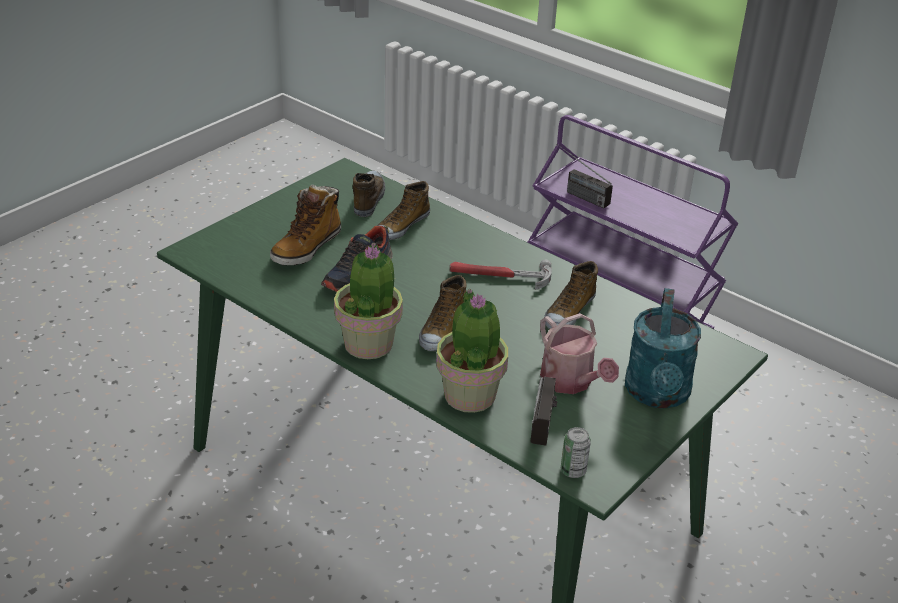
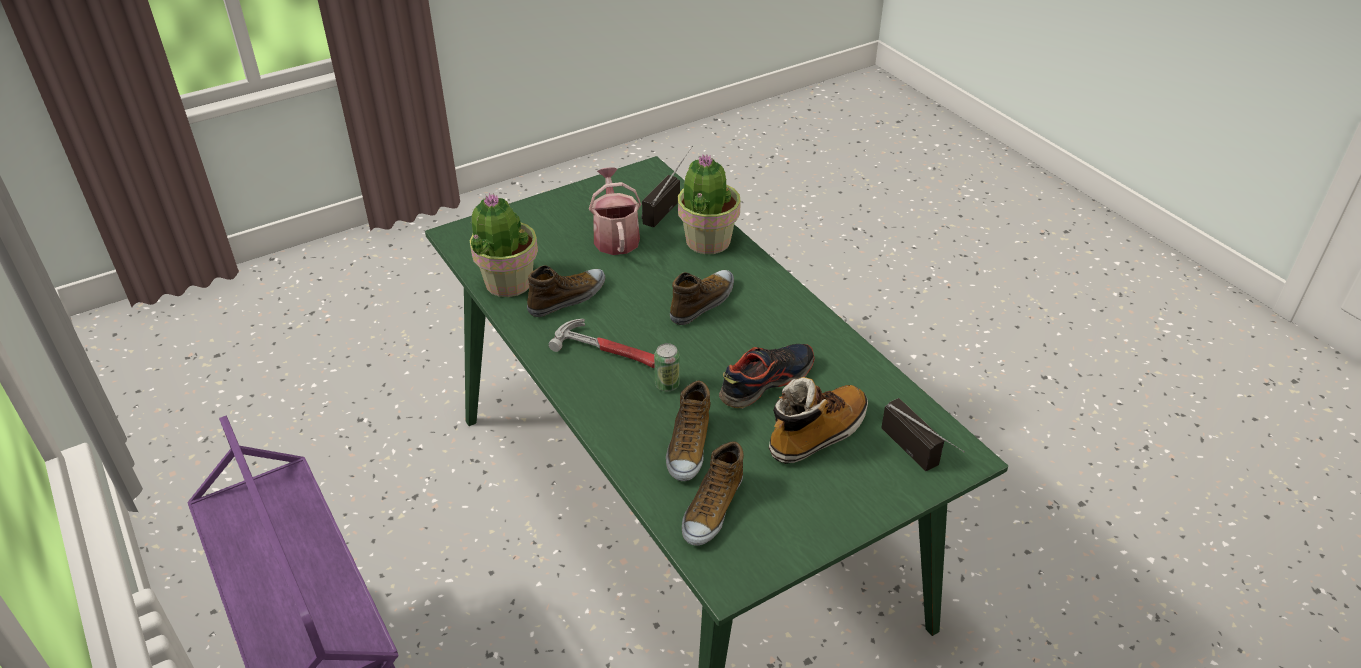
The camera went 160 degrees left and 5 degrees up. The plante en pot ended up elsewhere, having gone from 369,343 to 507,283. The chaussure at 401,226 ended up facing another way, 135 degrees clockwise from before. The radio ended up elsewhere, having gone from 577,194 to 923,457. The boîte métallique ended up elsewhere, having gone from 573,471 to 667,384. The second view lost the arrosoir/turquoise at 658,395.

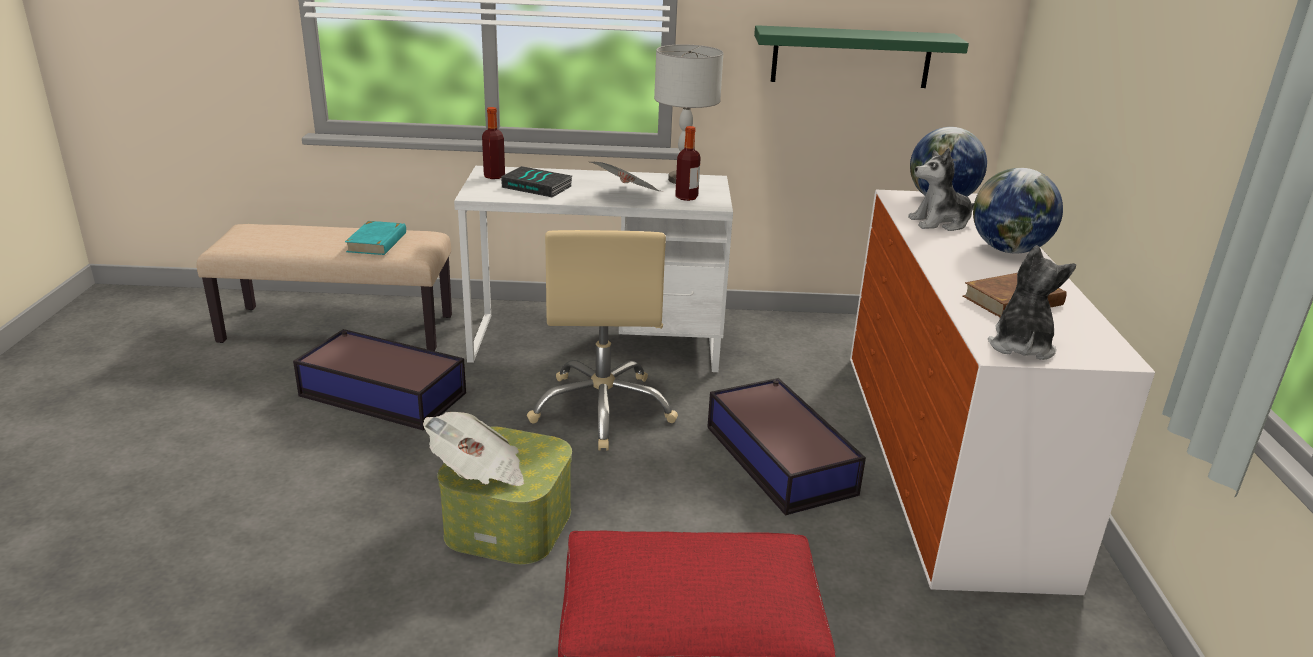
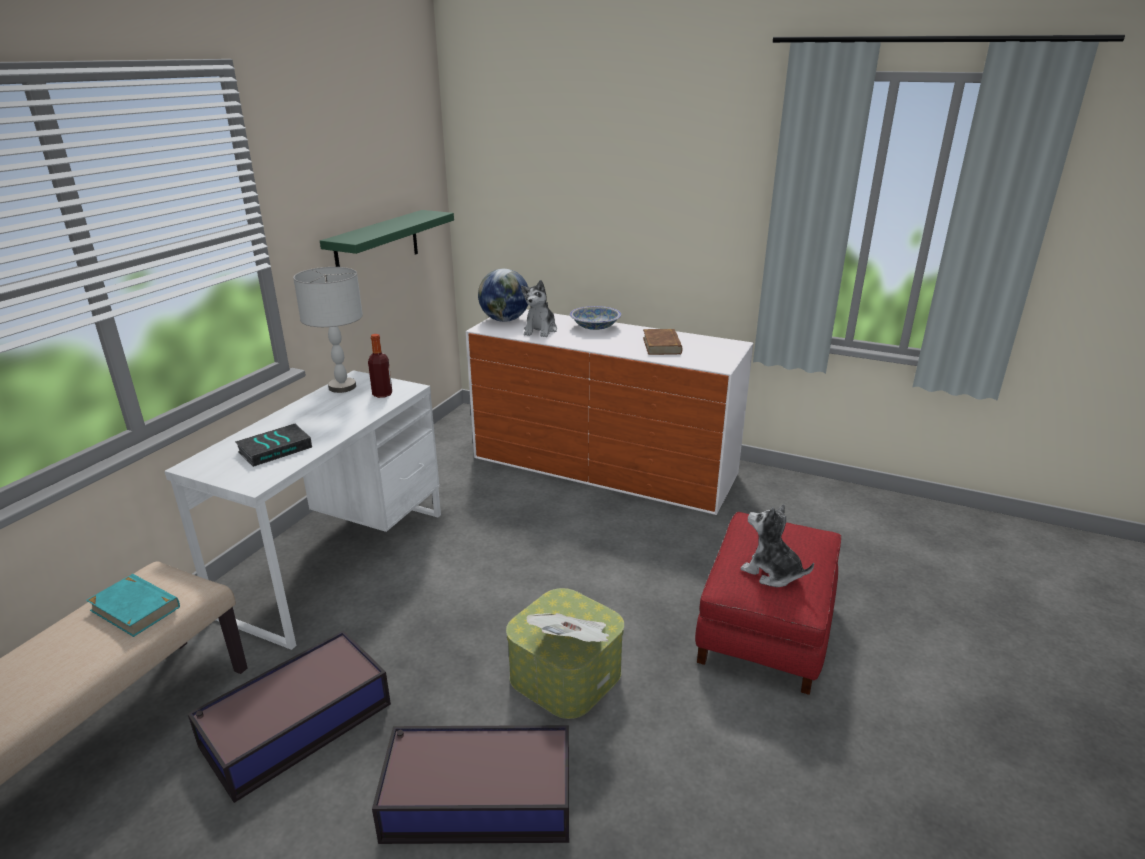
The camera went 65 degrees left and 0 degrees up. The second view lost the bouteille at 494,176. The second view lost the chaise de bureau/beige at 603,409. The second view lost the journal at 627,196. The boîte de rangement ended up elsewhere, having gone from 779,458 to 476,798. Where the globe stood at 1008,250, the bol came to stand at 595,327. The peluche ended up elsewhere, having gone from 1020,346 to 772,572.

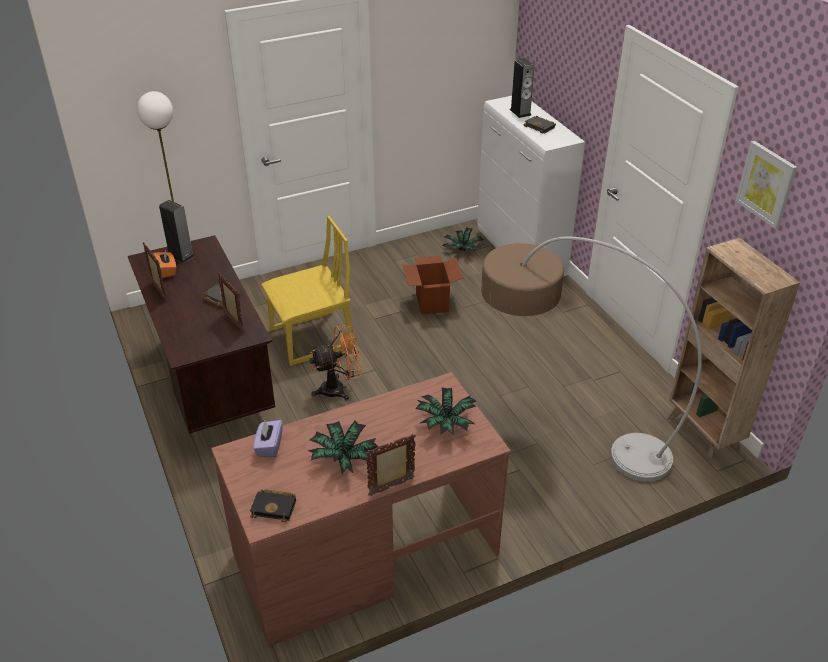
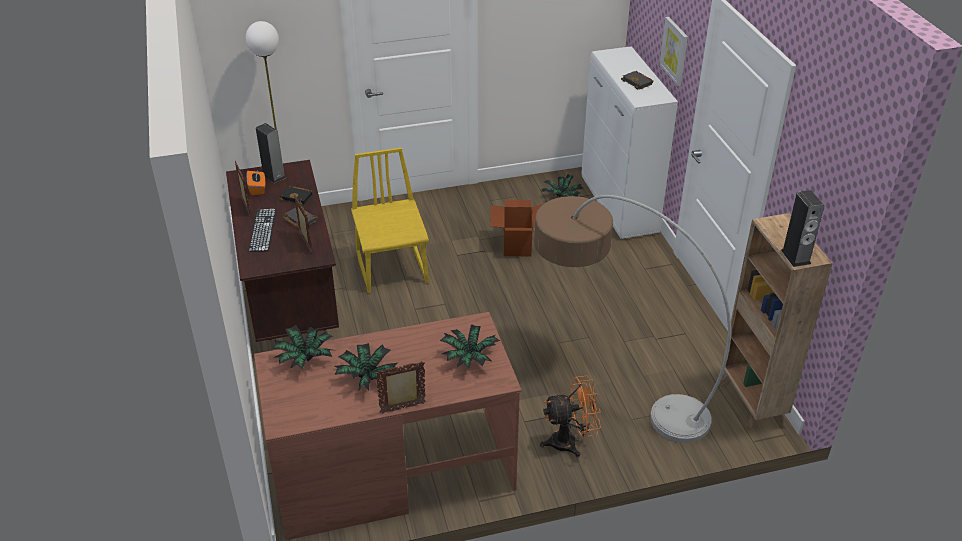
The camera went 10 degrees right and 0 degrees up. The livre/noir ended up elsewhere, having gone from 275,507 to 297,197. Where the boîte à mouchoirs/violet stood at 269,446, the plante en pot came to stand at 304,358. The chaise/jaune at 312,339 ended up facing another way, 90 degrees counterclockwise from before. The ventilateur/orange ended up elsewhere, having gone from 339,389 to 570,442. The enceinte ended up elsewhere, having gone from 520,112 to 795,257. The tableau ended up elsewhere, having gone from 766,184 to 675,51. The second view gained the clavier at 262,230.

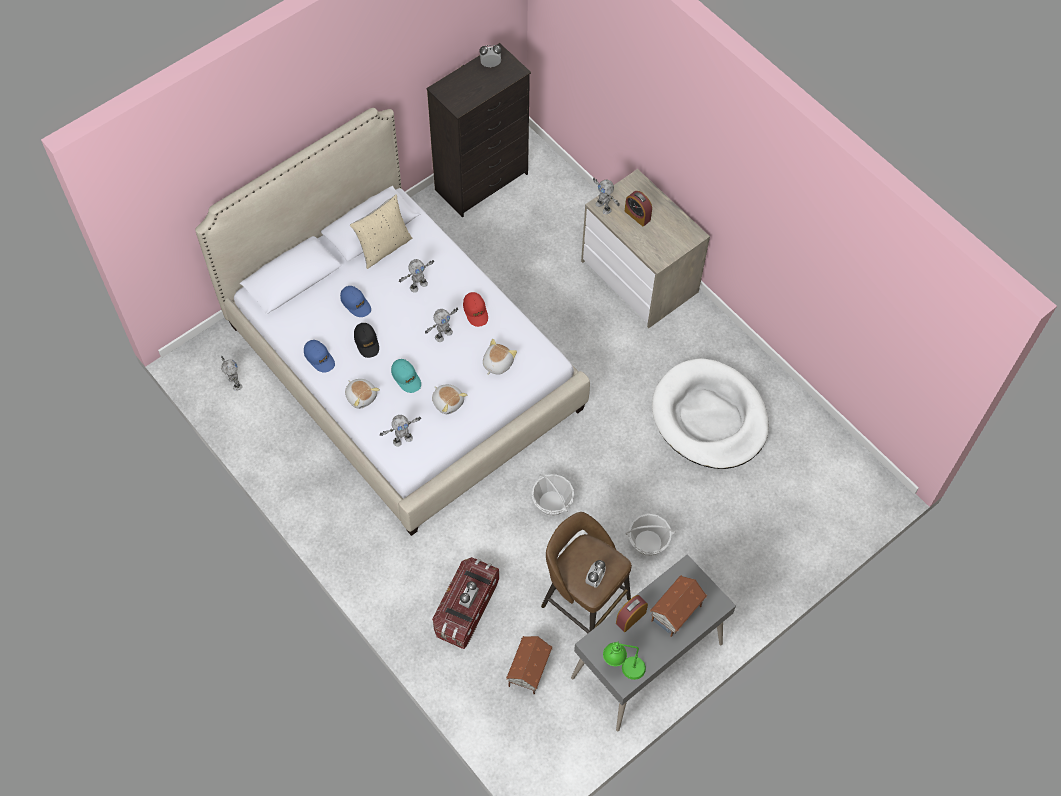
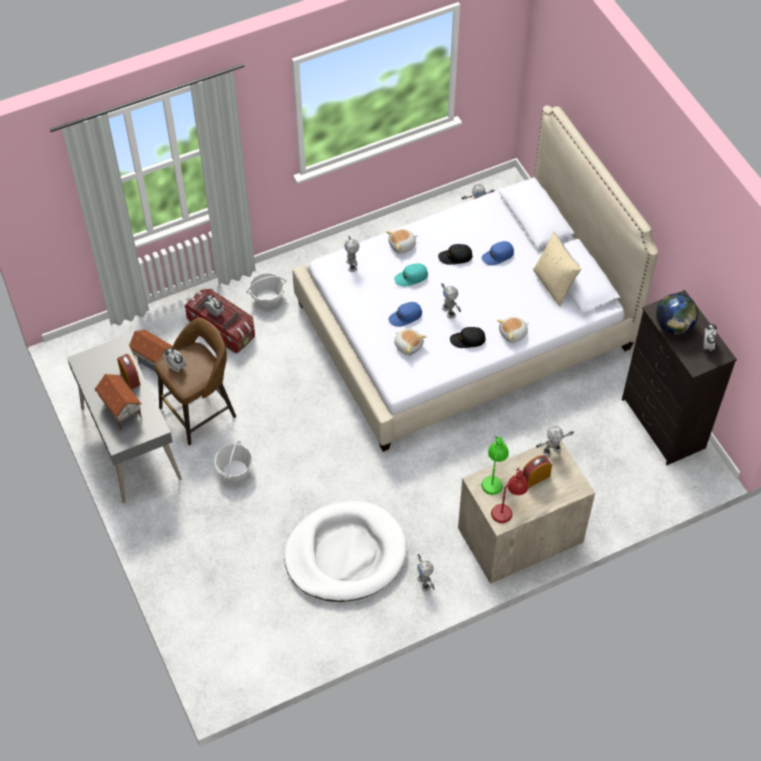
The camera went 105 degrees right and 5 degrees down. The casquette/bleu ended up elsewhere, having gone from 319,358 to 405,316. The robot jouet ended up elsewhere, having gone from 418,285 to 424,583. The peluche ended up elsewhere, having gone from 448,402 to 513,334. What was the casquette/rouge at 475,311 turned into the casquette/noir at 467,340. The panier ended up elsewhere, having gone from 552,503 to 267,299. The lampe de table/vert ended up elsewhere, having gone from 622,668 to 493,477. The second view gained the lampe de table/rouge at 508,508. The second view gained the globe at 673,326.

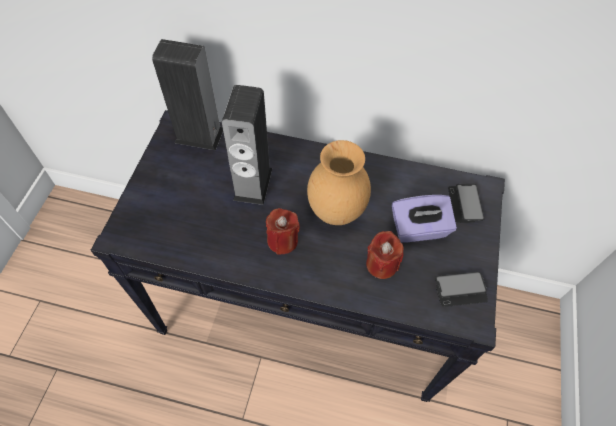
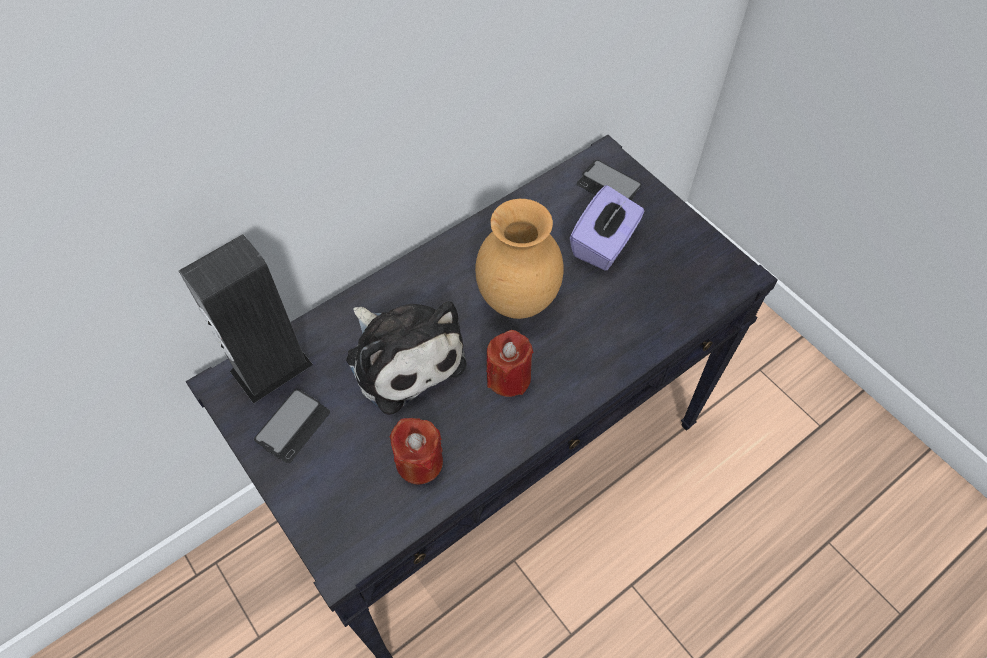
The camera went 50 degrees left and 0 degrees up. Where the enceinte stood at 253,184, the peluche came to stand at 403,356. The bougie/rouge ended up elsewhere, having gone from 381,264 to 419,462. The téléphone ended up elsewhere, having gone from 460,290 to 293,426.

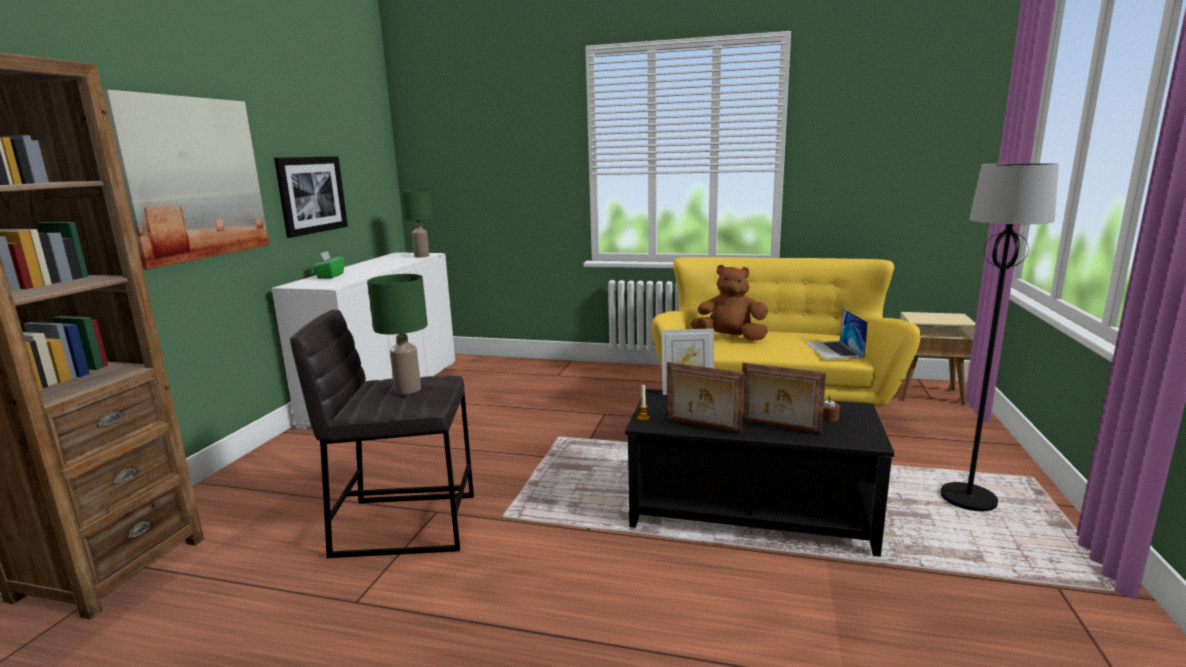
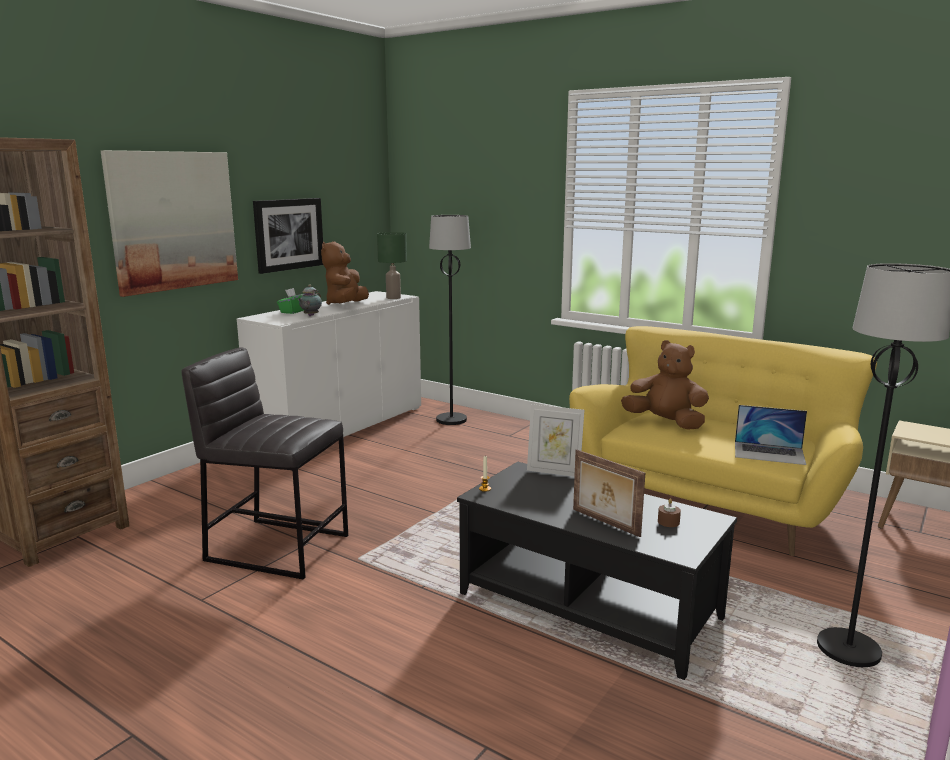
The camera went 20 degrees right and 0 degrees up. The second view lost the lampe de table/vert at 408,390. The second view lost the cadre photo at 703,427. The ordinateur portable at 833,350 ended up facing another way, 90 degrees counterclockwise from before. The second view gained the théière at 310,316. The second view gained the peluche/marron at 346,305. The second view gained the lampadaire/noir at 451,419.

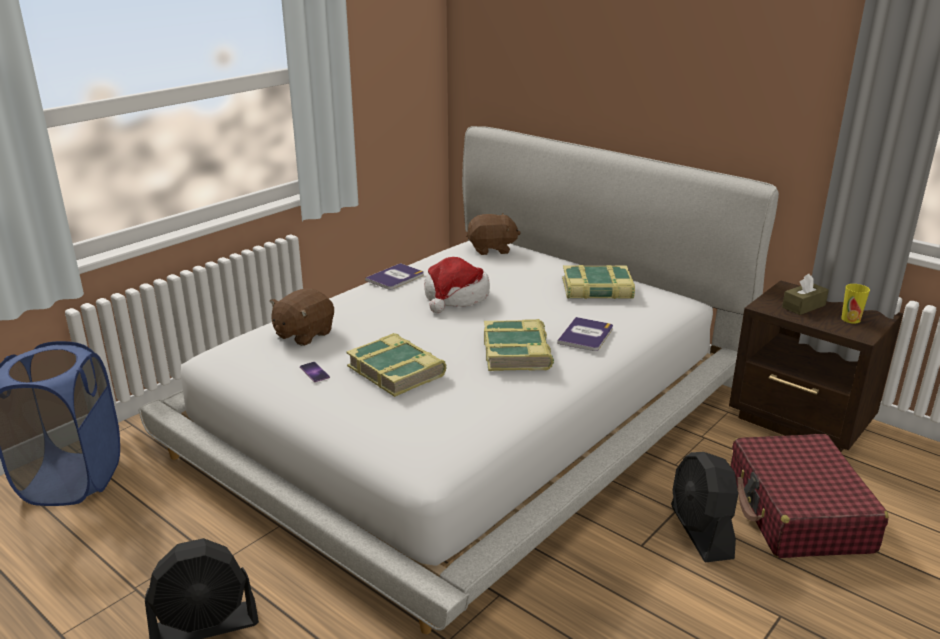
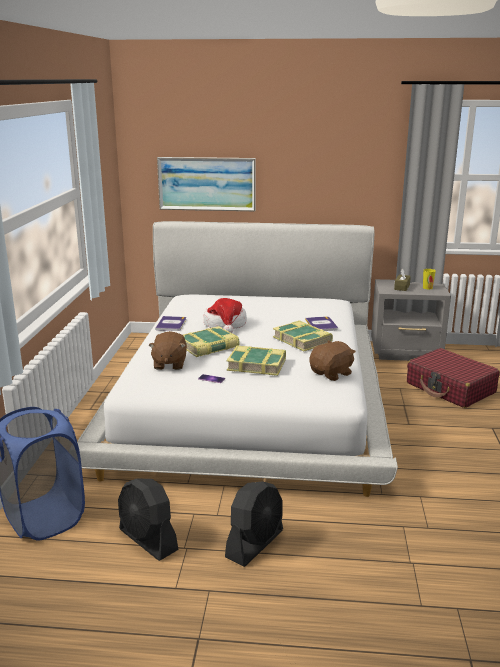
The camera went 35 degrees left and 5 degrees down. The peluche/marron ended up elsewhere, having gone from 492,249 to 332,374. The livre ended up elsewhere, having gone from 597,289 to 209,347. The ventilateur/noir ended up elsewhere, having gone from 701,532 to 148,540. What was the table de chevet/marron at 801,422 turned into the table de chevet/gris at 406,353. The second view gained the tableau at 207,184.

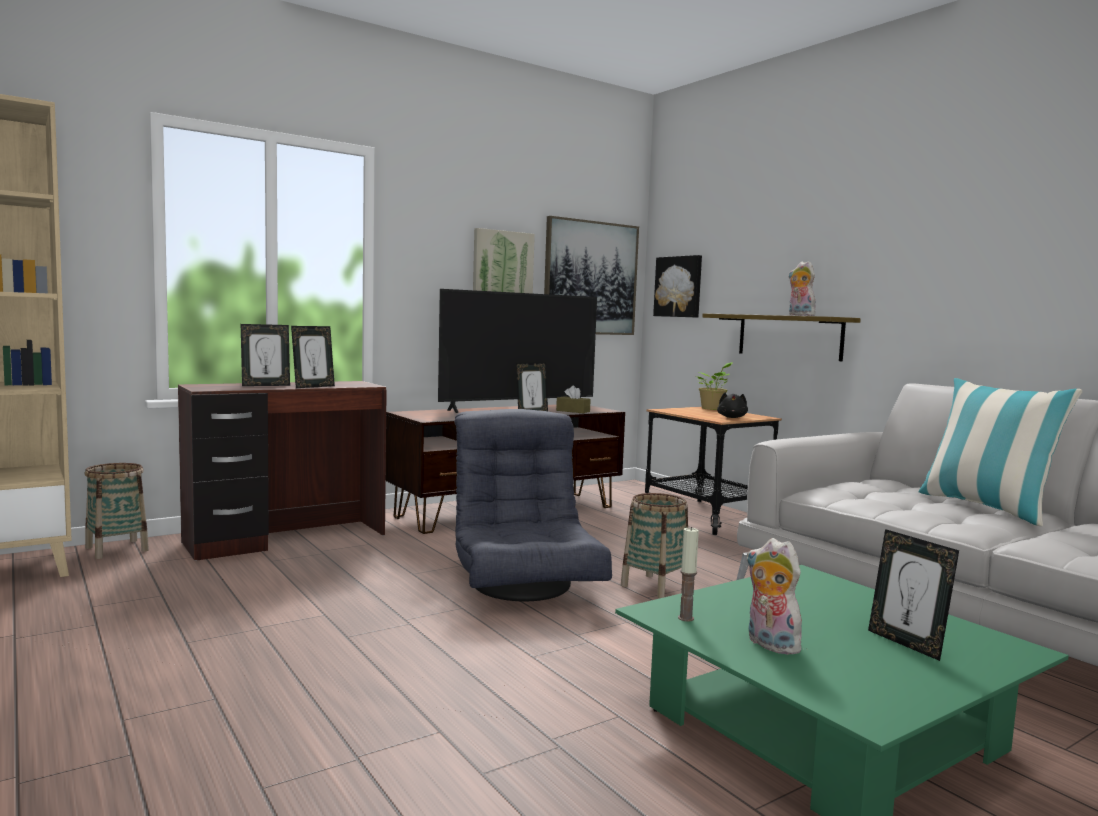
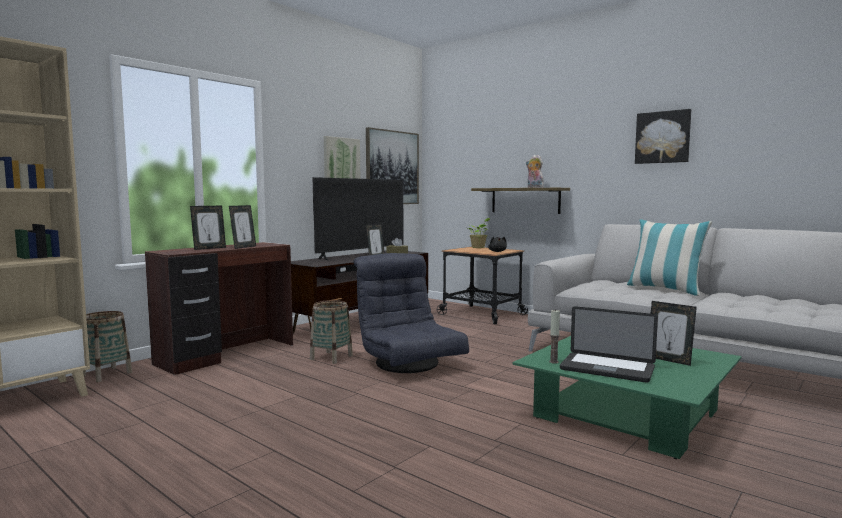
The camera went 15 degrees left and 0 degrees up. The panier ended up elsewhere, having gone from 654,586 to 331,358. The tableau ended up elsewhere, having gone from 679,286 to 663,137. Where the peluche stood at 769,644, the ordinateur portable came to stand at 607,369.

